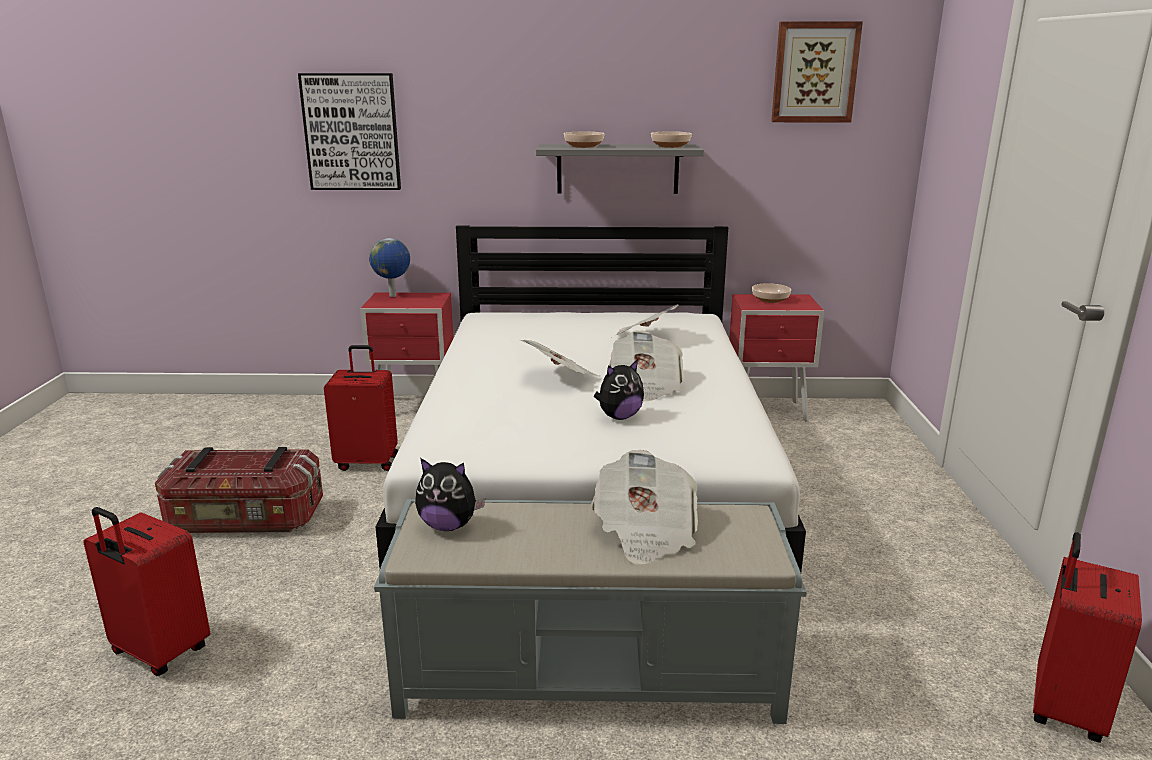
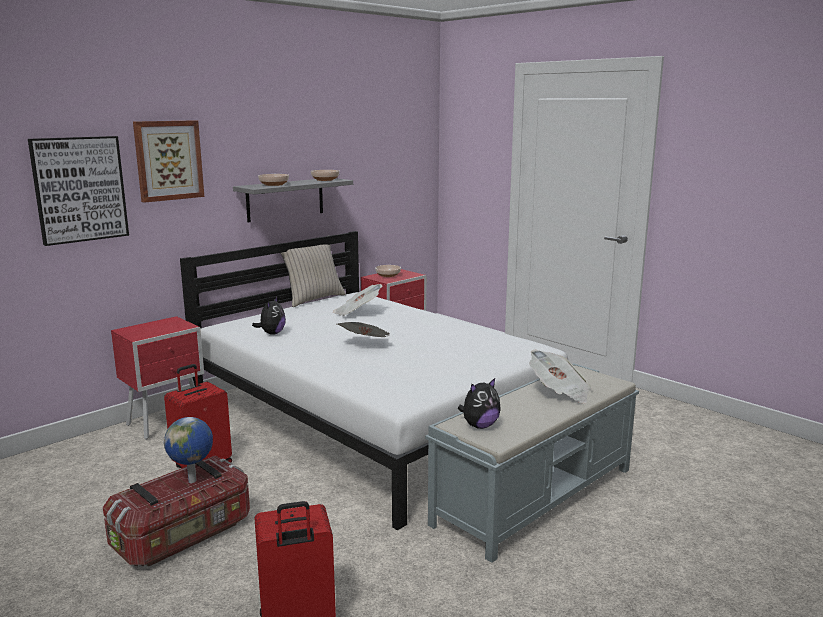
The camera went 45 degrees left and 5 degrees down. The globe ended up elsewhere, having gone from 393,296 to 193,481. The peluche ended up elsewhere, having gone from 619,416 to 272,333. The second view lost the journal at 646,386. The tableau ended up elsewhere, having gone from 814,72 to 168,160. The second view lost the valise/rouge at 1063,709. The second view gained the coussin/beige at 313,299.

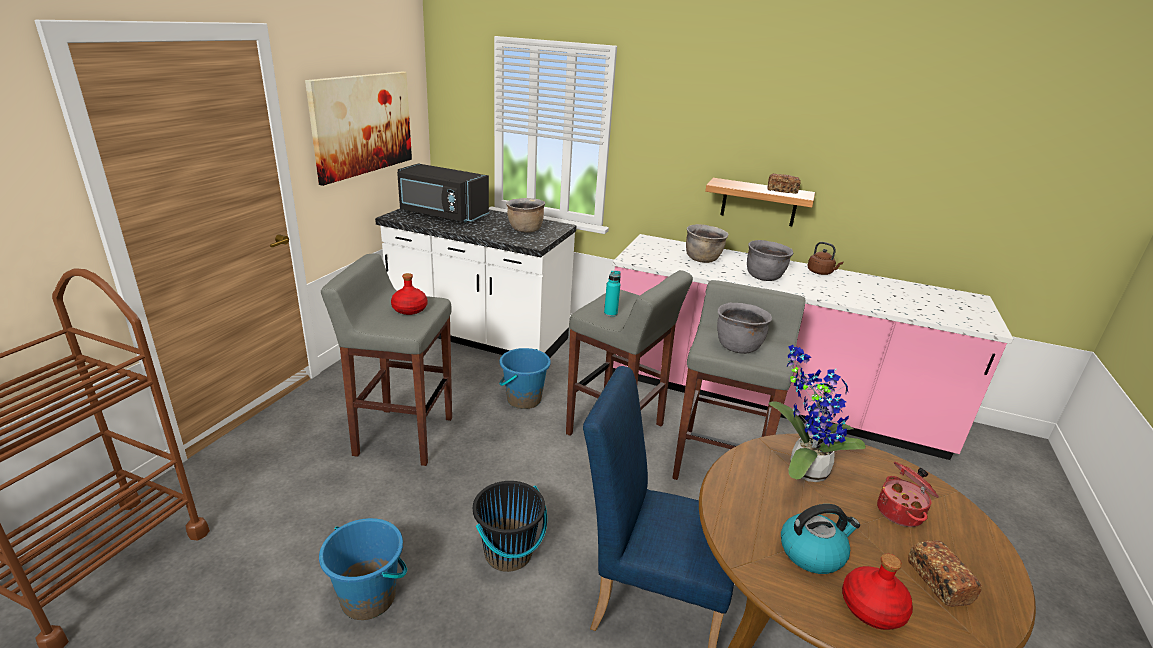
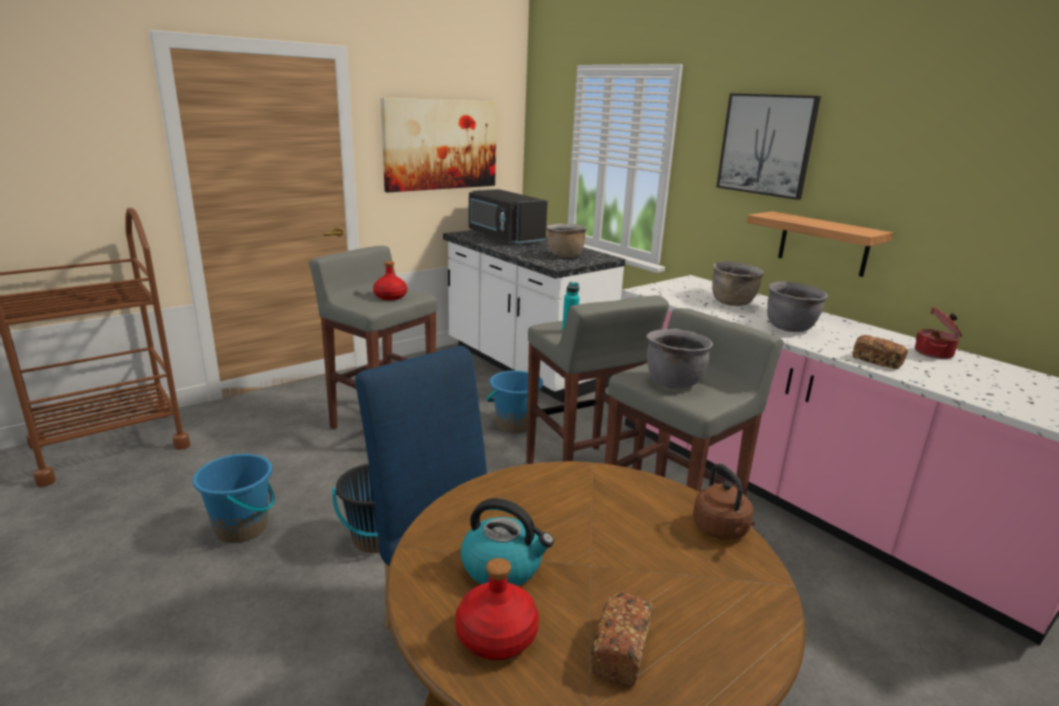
The camera went 30 degrees right and 5 degrees down. The pain ended up elsewhere, having gone from 782,190 to 877,361. The second view lost the plante en pot at 802,469. The bouilloire/marron ended up elsewhere, having gone from 821,273 to 722,530. The marmite ended up elsewhere, having gone from 901,512 to 934,353. The second view gained the tableau at 766,145.

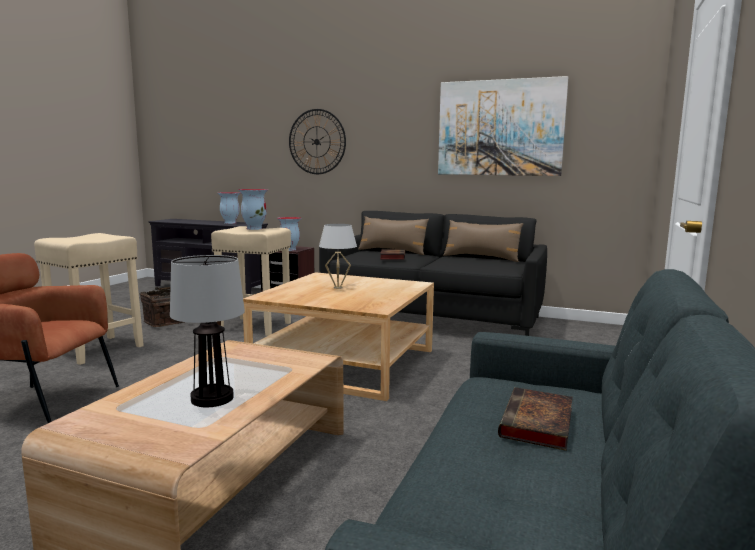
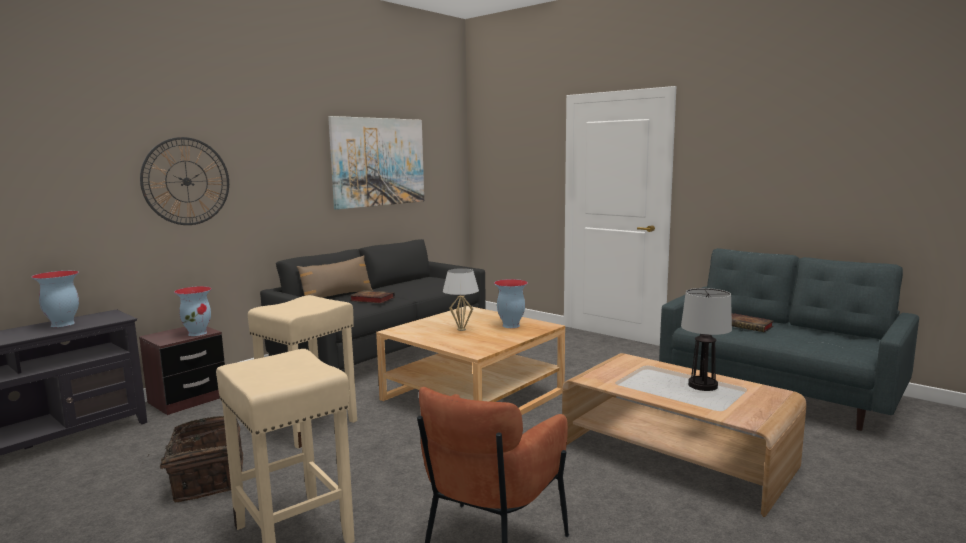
The camera went 70 degrees left and 0 degrees up. The vase ended up elsewhere, having gone from 254,228 to 510,325. The second view lost the coussin/marron at 481,258.

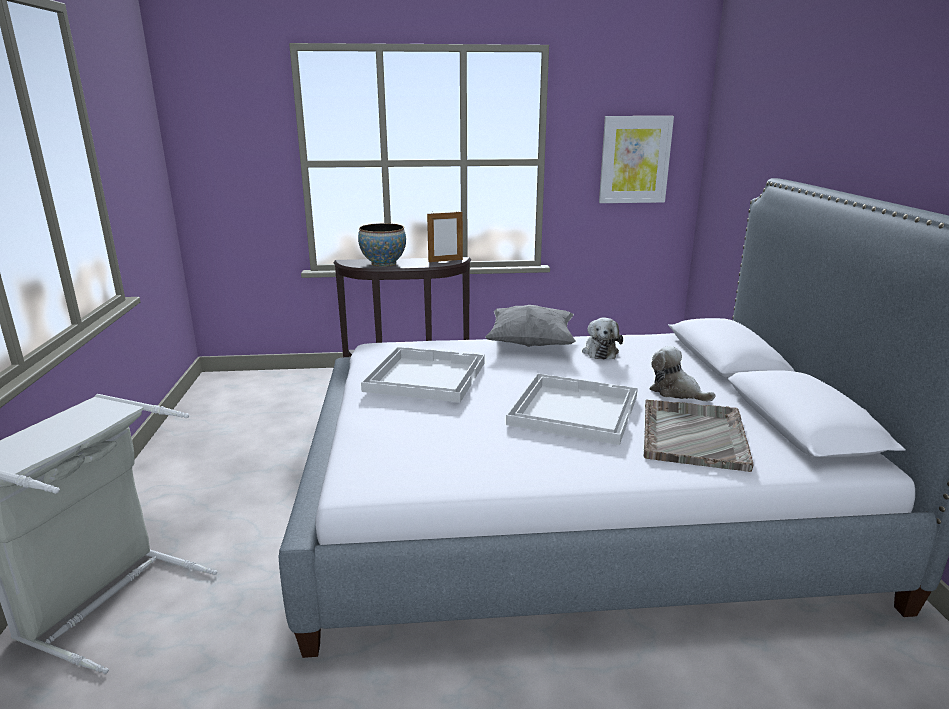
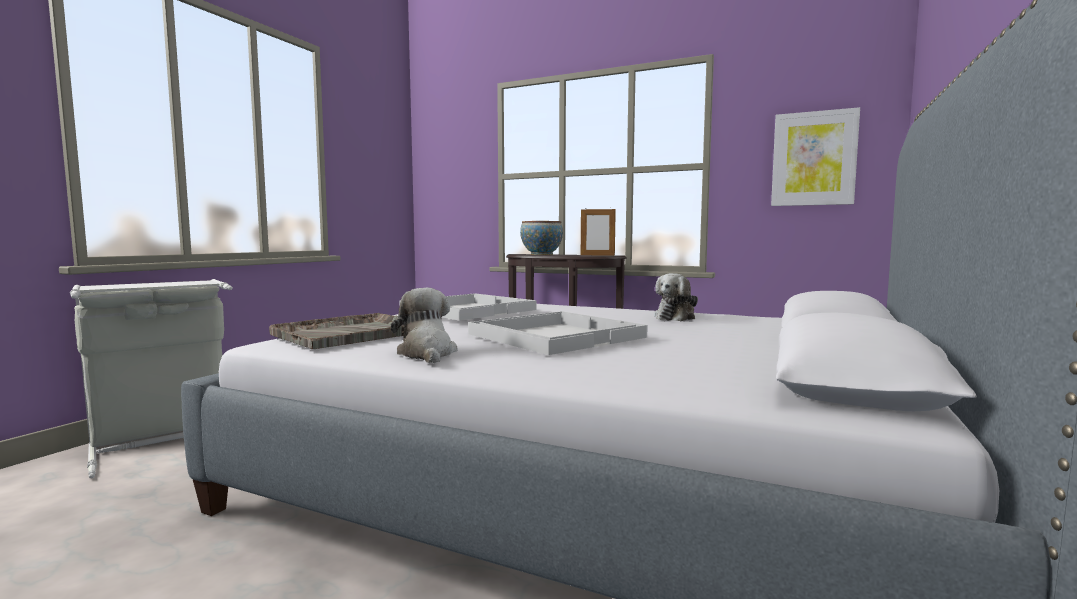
The camera went 30 degrees right and 15 degrees down. The second view lost the coussin/gris at 531,344. The plateau/gris ended up elsewhere, having gone from 693,435 to 352,333. The peluche ended up elsewhere, having gone from 676,392 to 427,354.

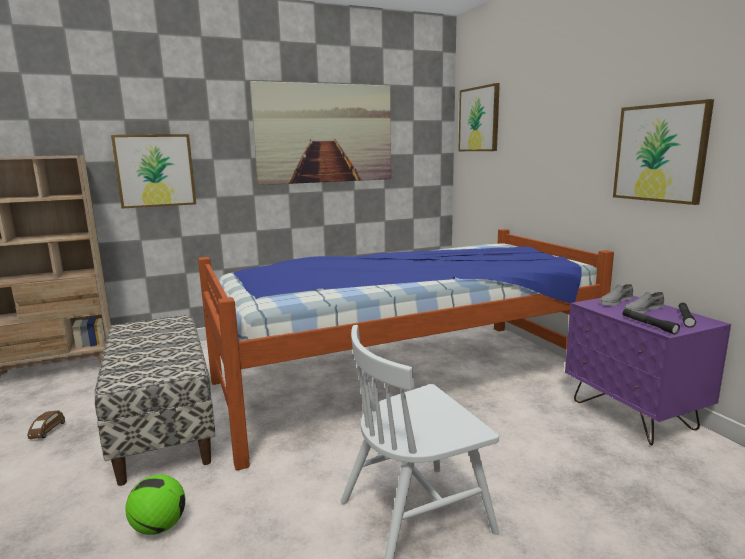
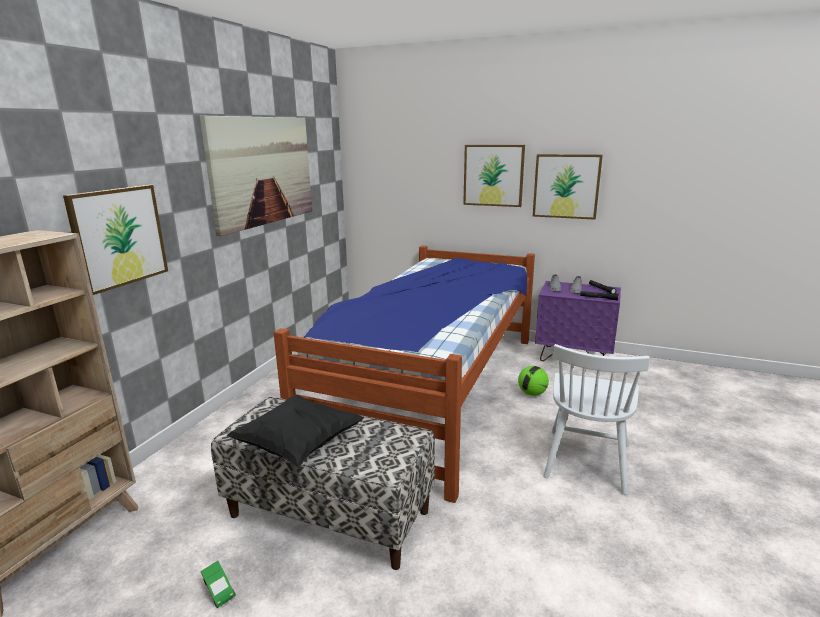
The camera went 45 degrees left and 5 degrees up. What was the petite voiture/marron at 47,432 turned into the petite voiture/vert at 218,591. The ballon de foot ended up elsewhere, having gone from 159,527 to 532,393. The tableau ended up elsewhere, having gone from 479,119 to 493,175. The second view gained the coussin/noir at 298,446.

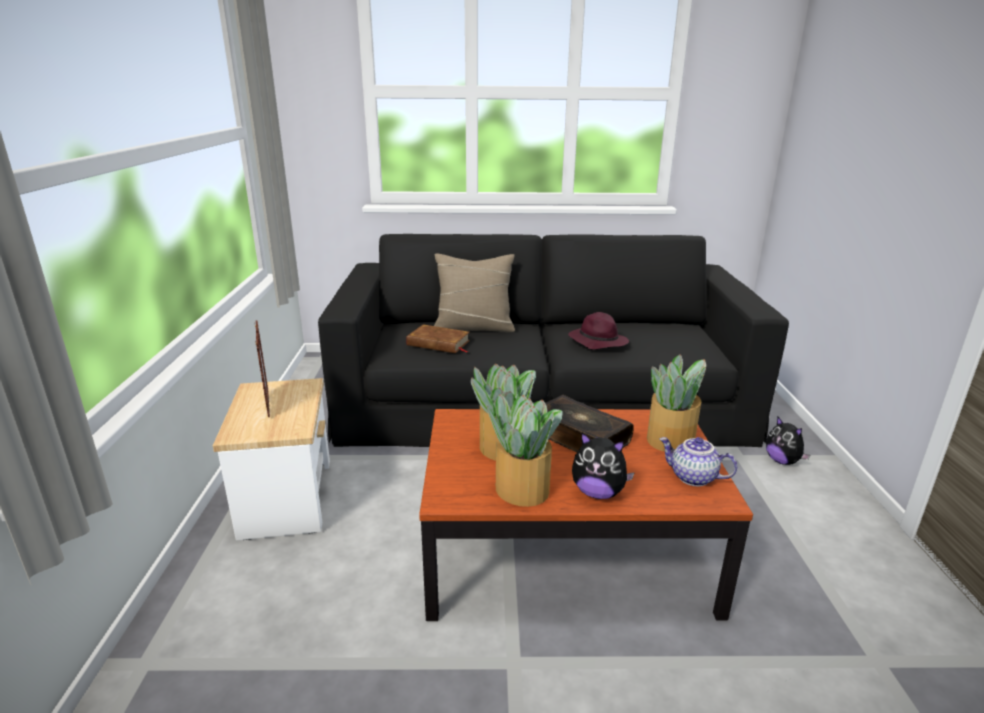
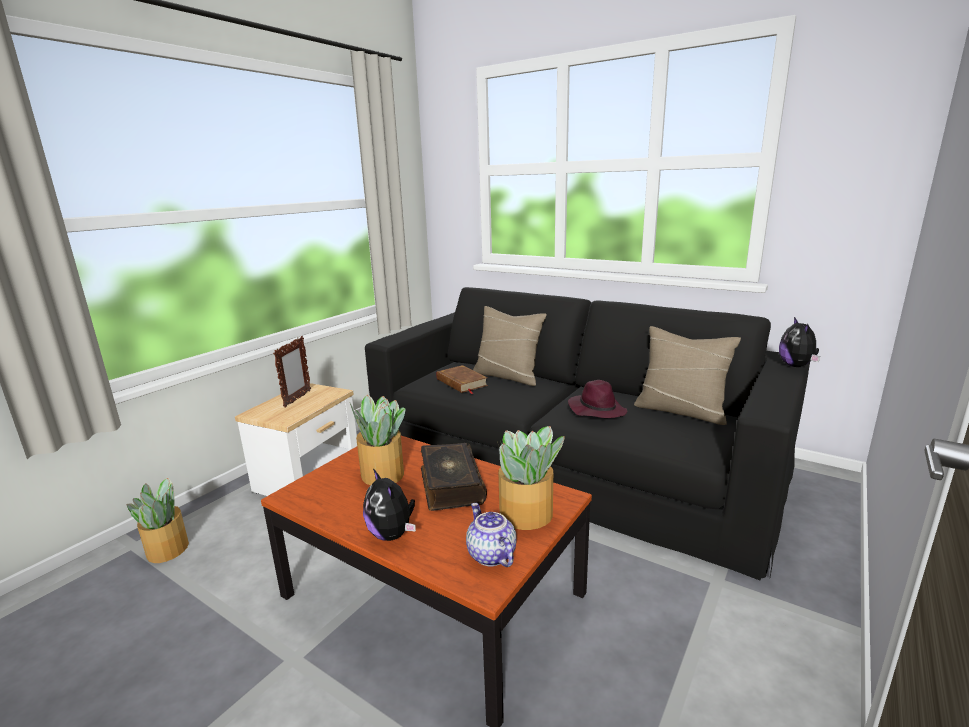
The camera went 35 degrees right and 5 degrees down. The plante en pot ended up elsewhere, having gone from 521,488 to 168,548. The peluche ended up elsewhere, having gone from 782,461 to 797,366. The second view gained the coussin/beige at 681,411.

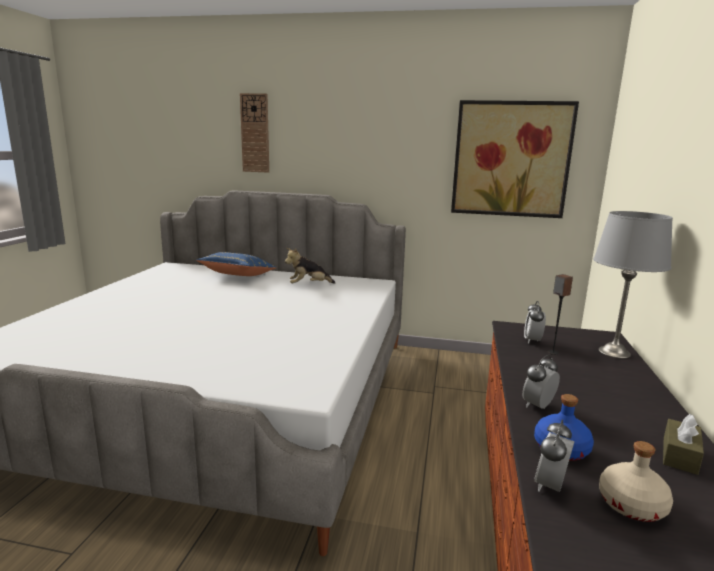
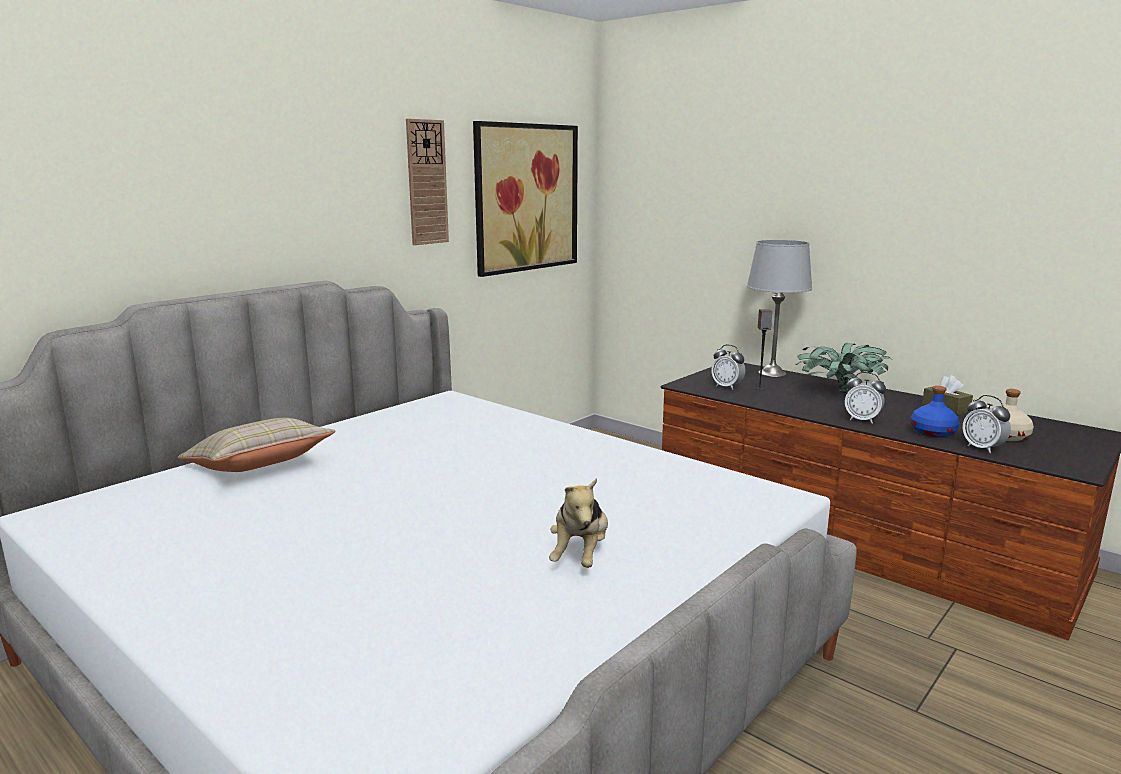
The camera went 60 degrees left and 0 degrees up. What was the coussin/bleu at 238,276 turned into the coussin/beige at 259,468. The horloge murale ended up elsewhere, having gone from 255,133 to 426,182. The peluche ended up elsewhere, having gone from 308,285 to 580,555. The réveil at 538,406 ended up facing another way, 45 degrees counterclockwise from before. The second view gained the plante en pot at 839,393.

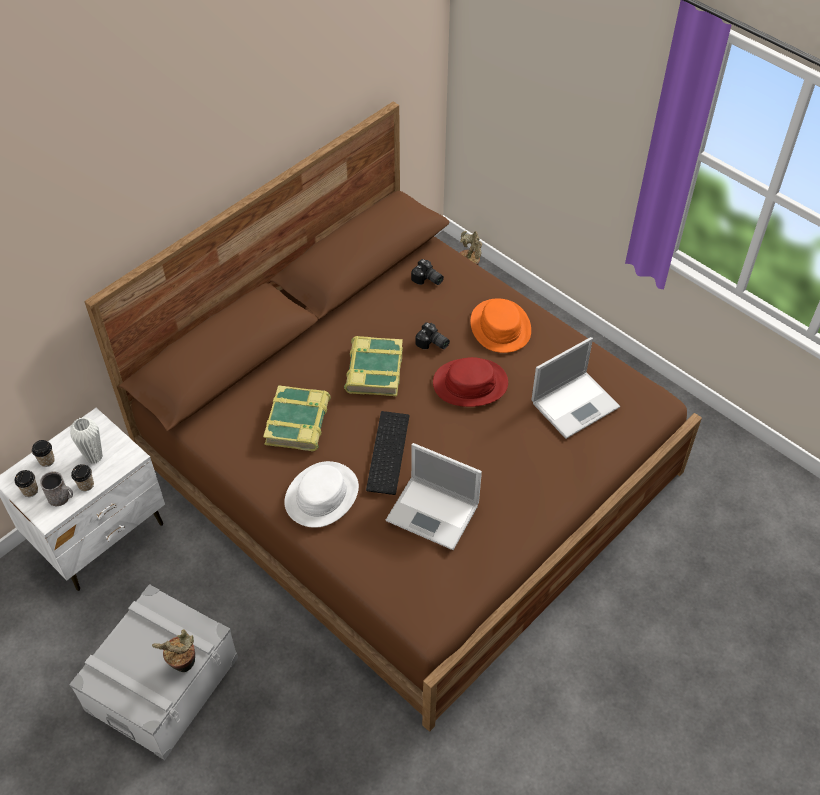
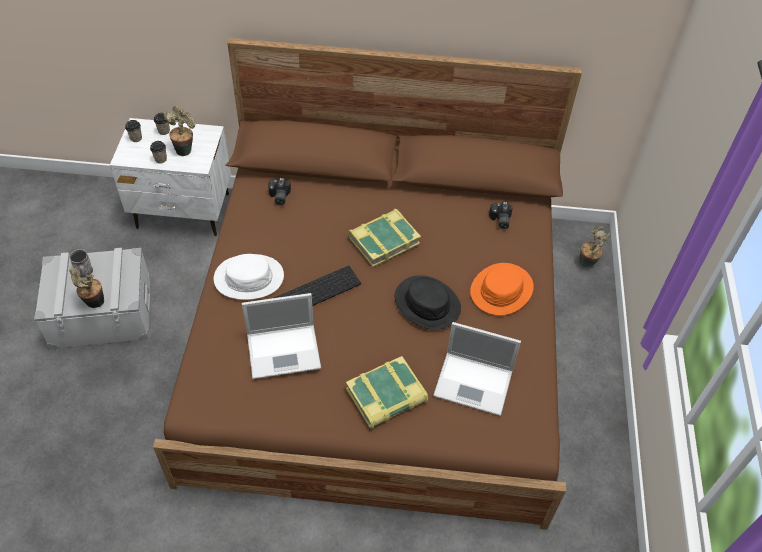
The camera went 50 degrees right and 0 degrees up. The mug/gris ended up elsewhere, having gone from 61,497 to 85,272. Where the vase/blanc stood at 94,457, the plante en pot came to stand at 185,149. The livre ended up elsewhere, having gone from 298,422 to 387,396. The ordinateur portable at 434,513 ended up facing another way, 90 degrees counterclockwise from before. The appareil photo ended up elsewhere, having gone from 432,344 to 278,197. What was the chapeau/rouge at 470,383 turned into the chapeau/noir at 427,303.

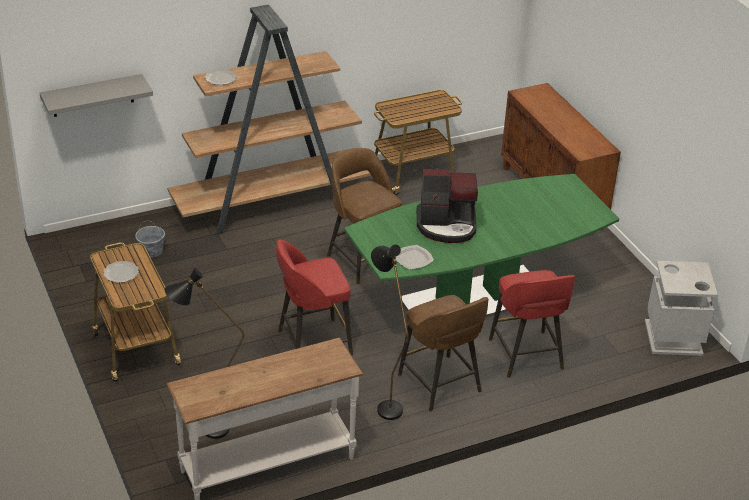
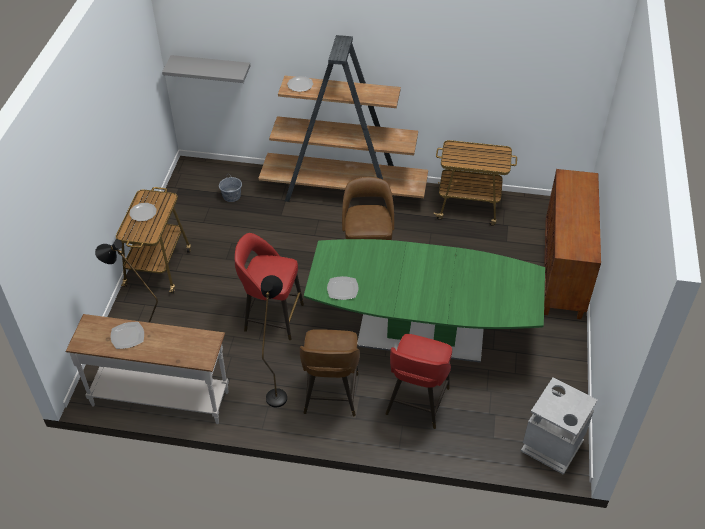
The camera went 35 degrees right and 10 degrees up. The second view lost the machine à café at 447,226. The second view gained the assiette at 127,336.

